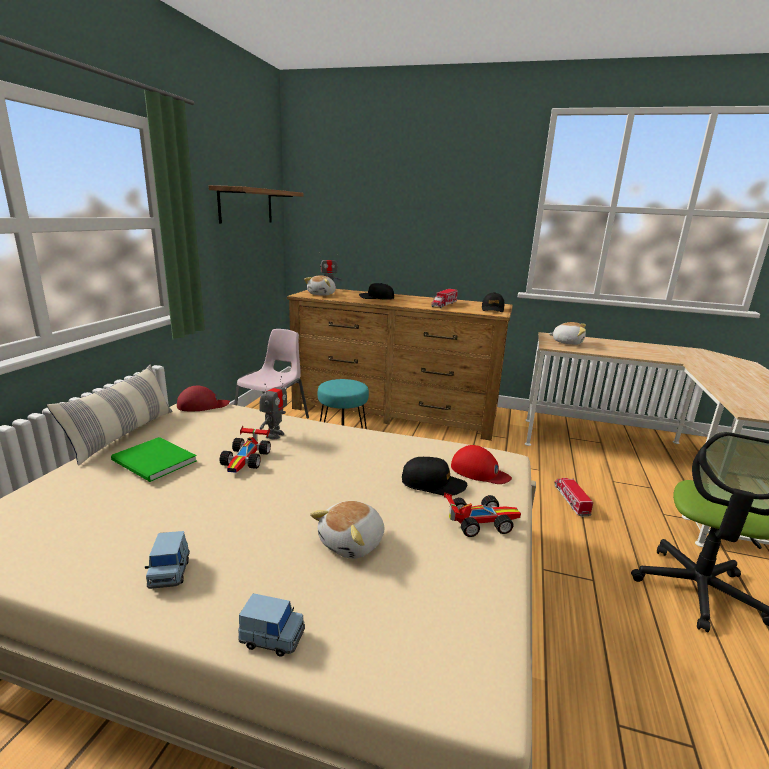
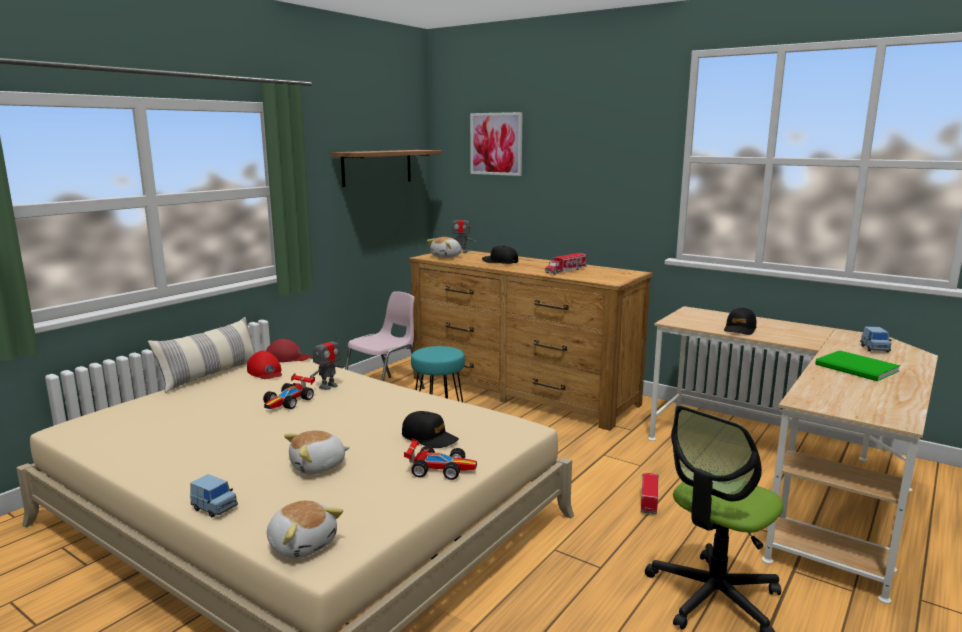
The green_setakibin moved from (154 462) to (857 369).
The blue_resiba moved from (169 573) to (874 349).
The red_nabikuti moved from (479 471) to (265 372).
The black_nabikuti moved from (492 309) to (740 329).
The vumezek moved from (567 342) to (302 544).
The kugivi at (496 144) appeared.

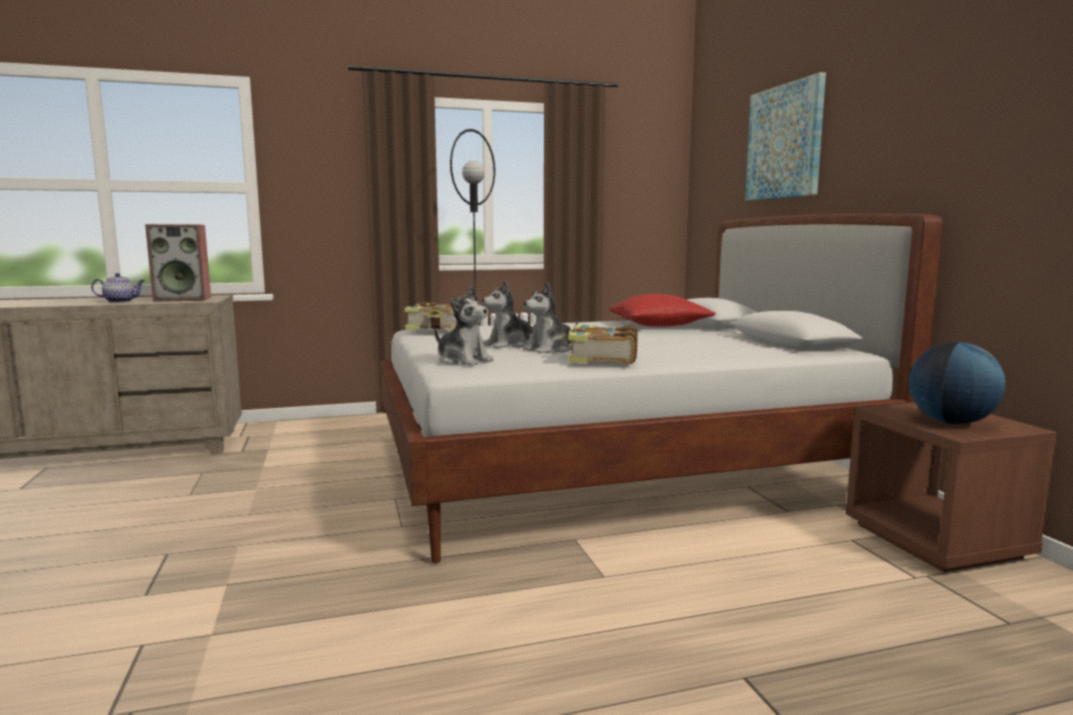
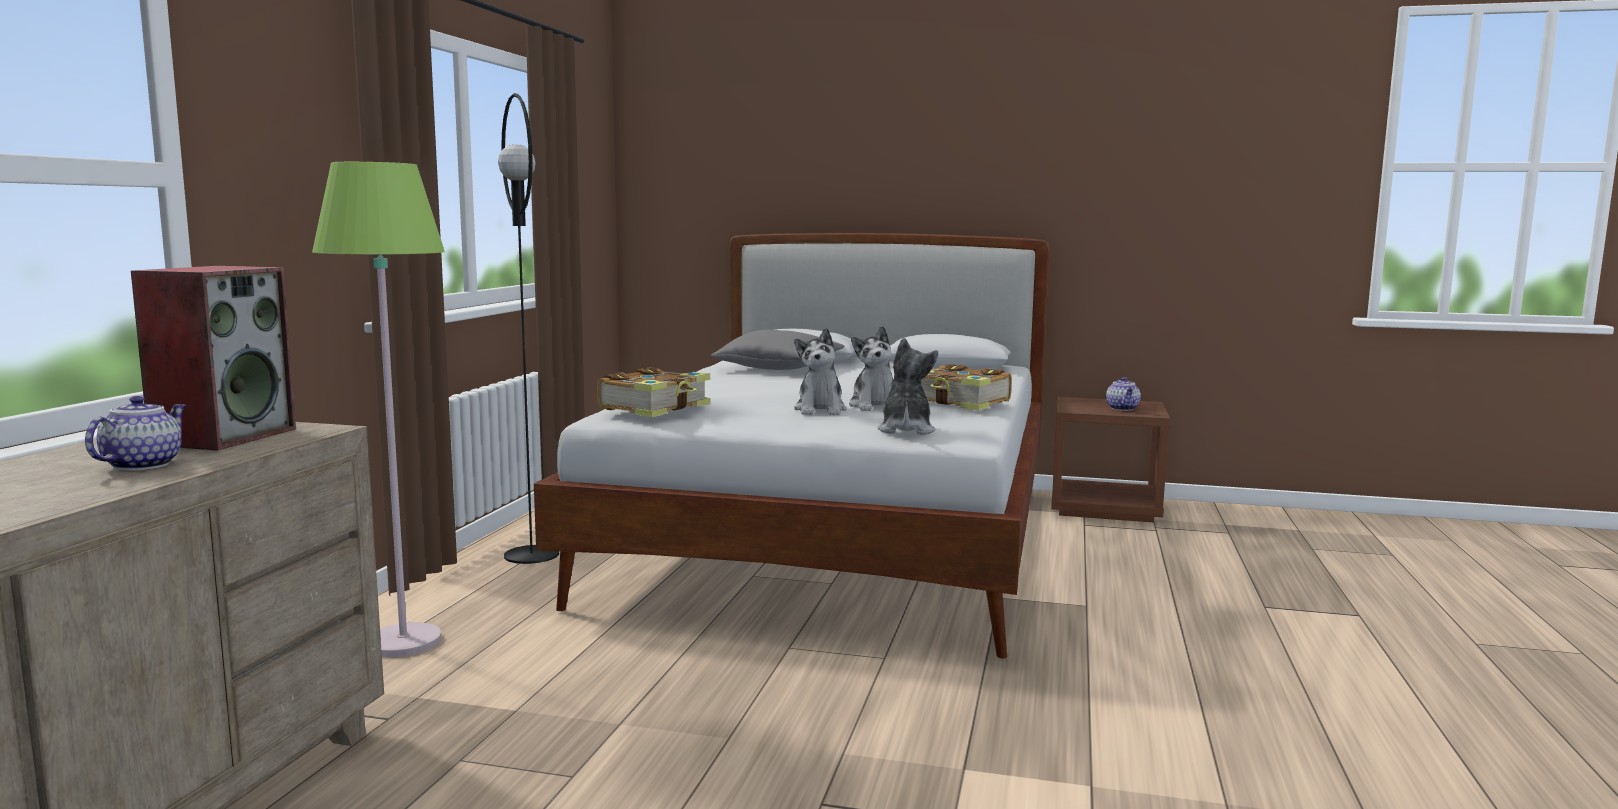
The vumezek at (463 361) turned 60 degrees counterclockwise.
The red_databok at (659 325) became the grey_databok at (779 368).
The kugivi at (785 142) disappeared.
The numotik at (951 422) was replaced by the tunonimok at (1123 408).
The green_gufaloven at (404 642) appeared.

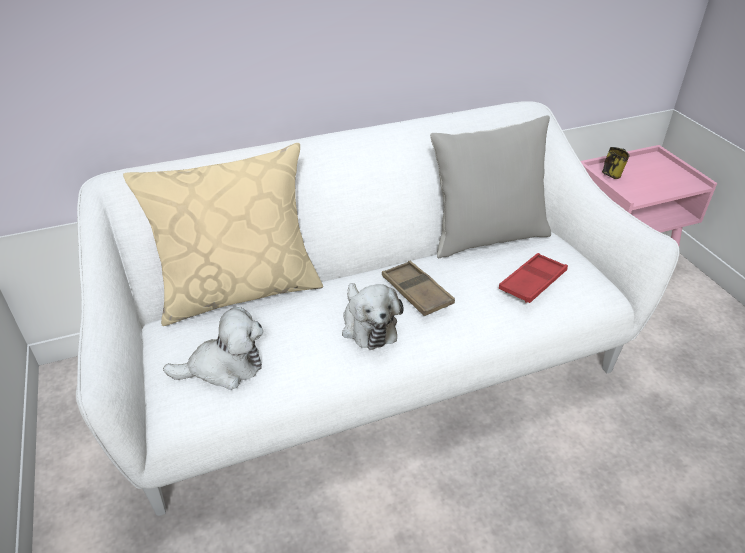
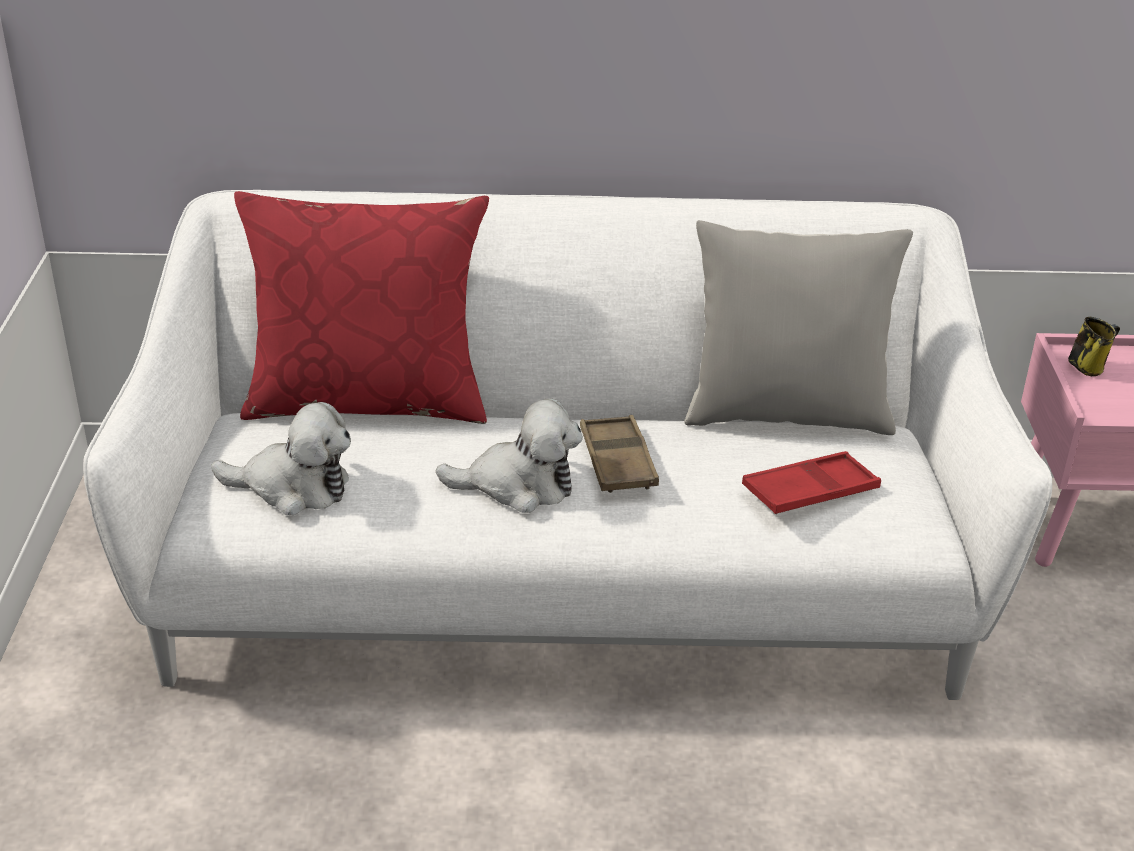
The beige_databok at (240 290) became the red_databok at (368 399).
The vumezek at (368 325) turned 90 degrees counterclockwise.

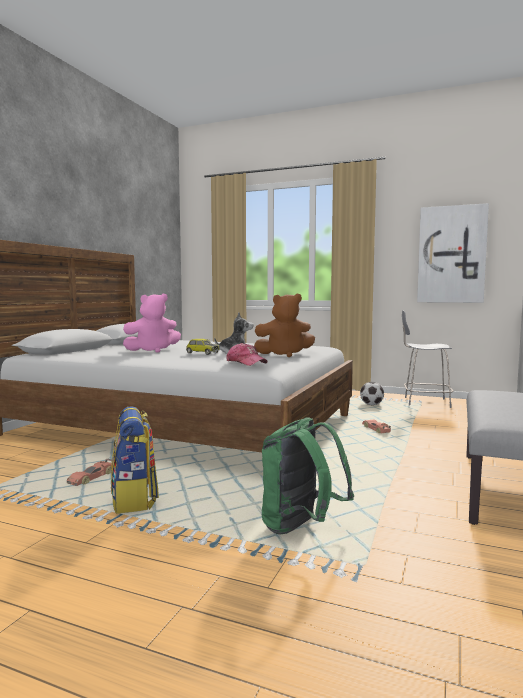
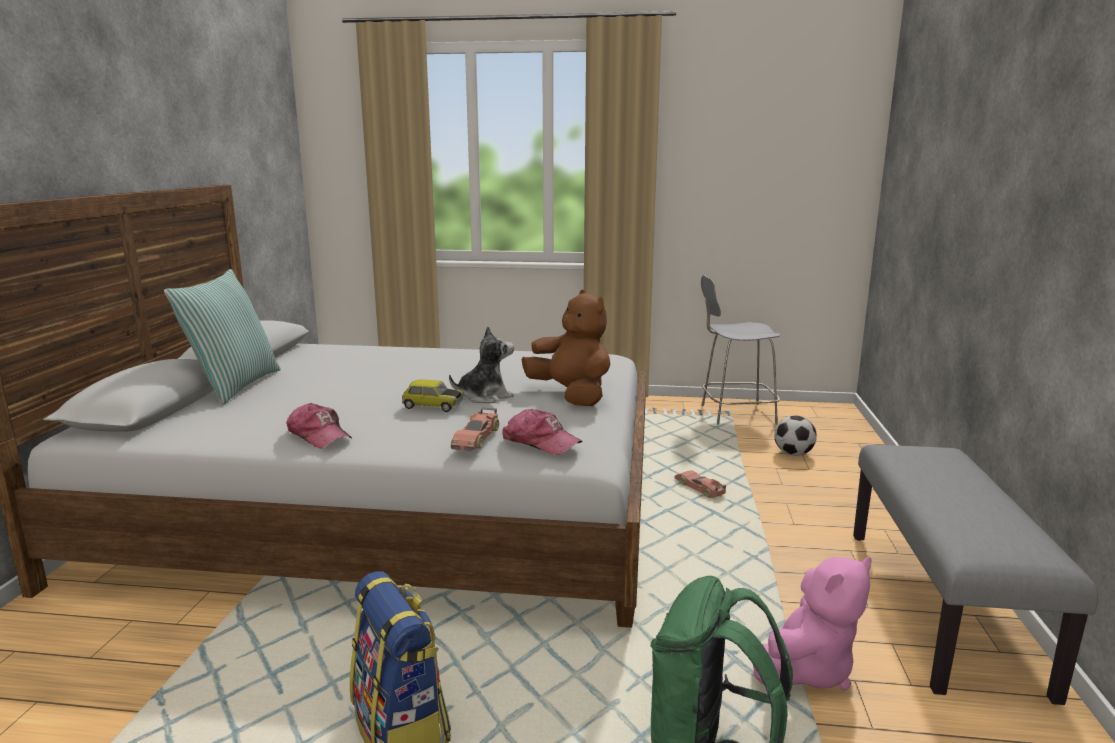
The resiba moved from (92 478) to (476 438).
The pink_vumezek moved from (153 350) to (807 669).
The brown_vumezek at (284 354) turned 105 degrees counterclockwise.
The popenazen moved from (371 405) to (793 454).
The kugivi at (451 254) disappeared.
The databok at (234 386) appeared.
The nabikuti at (319 436) appeared.

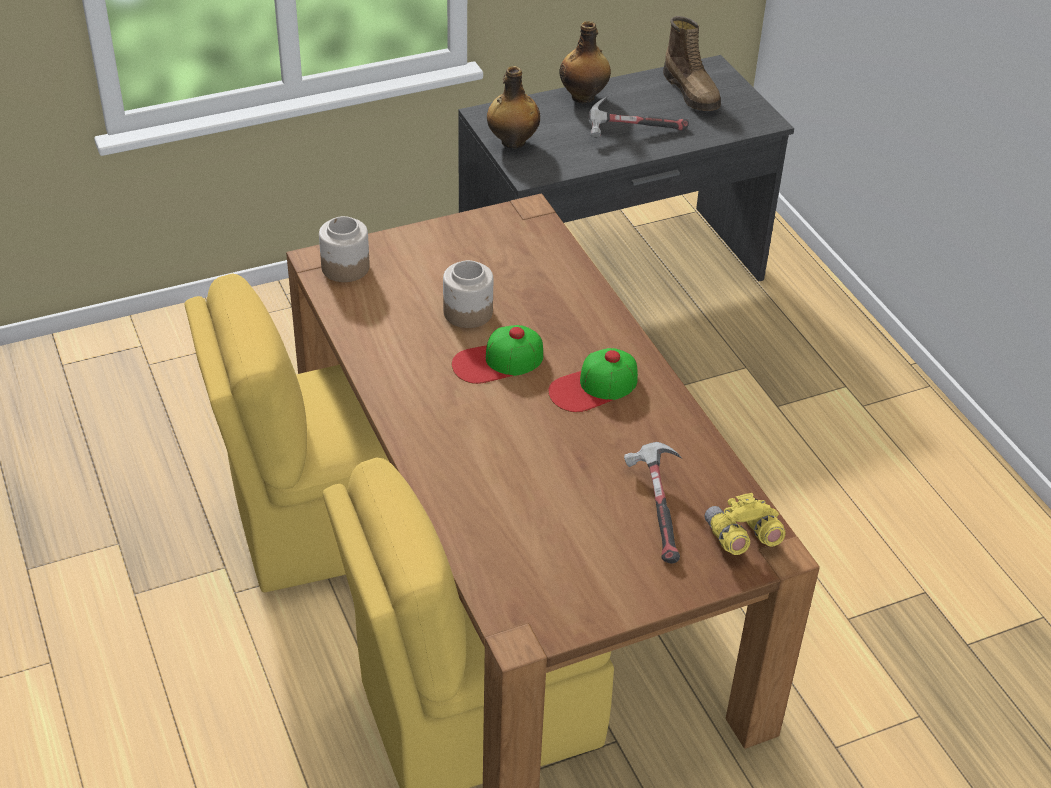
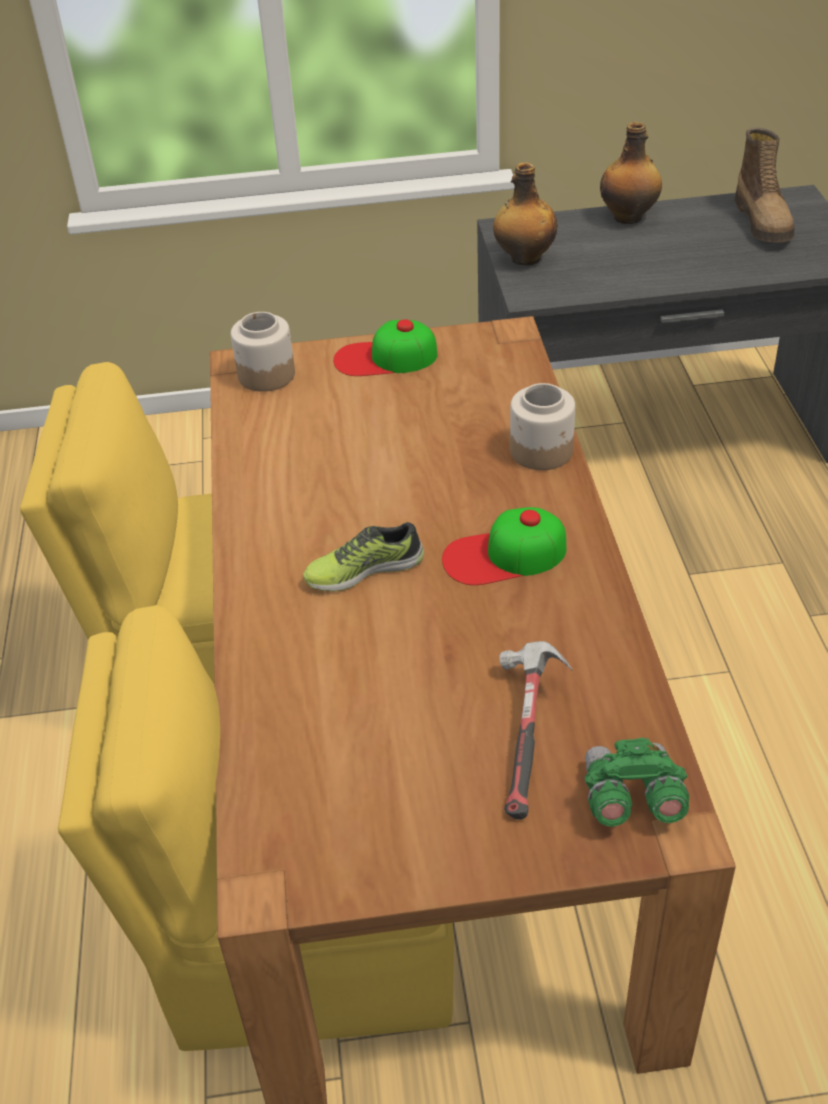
The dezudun moved from (468 312) to (542 451).
The nabikuti moved from (498 361) to (385 358).
The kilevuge at (633 131) disappeared.
The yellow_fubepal at (741 538) became the green_fubepal at (630 799).
The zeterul at (364 569) appeared.

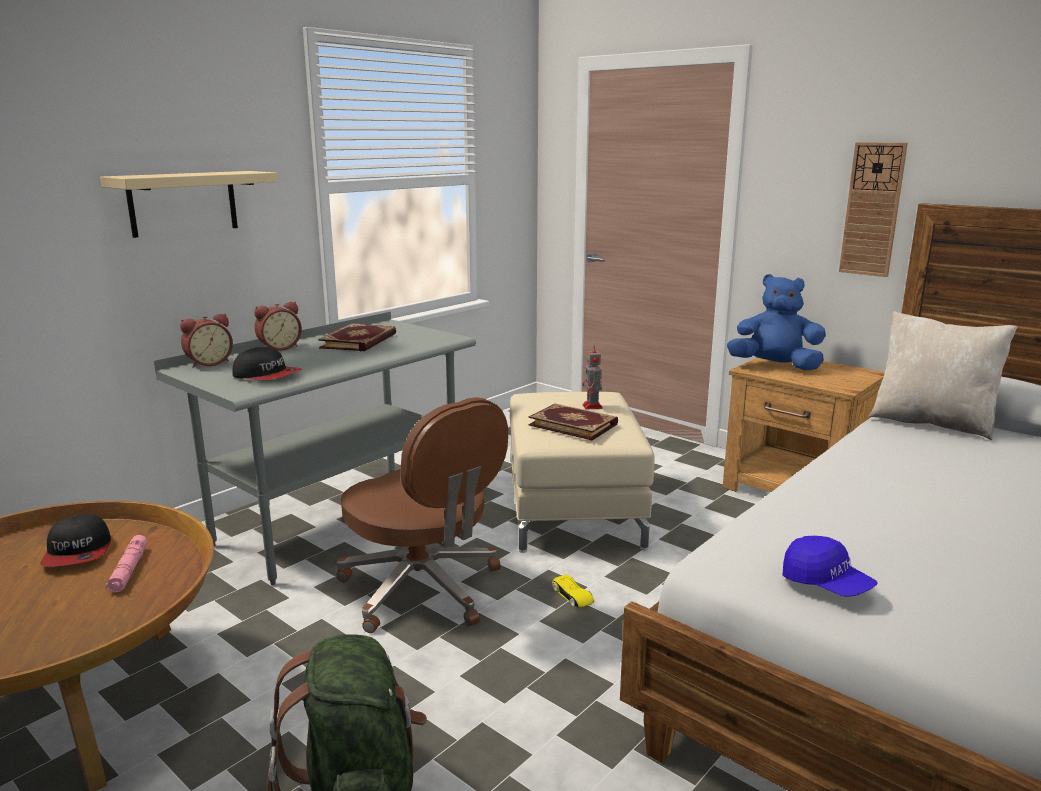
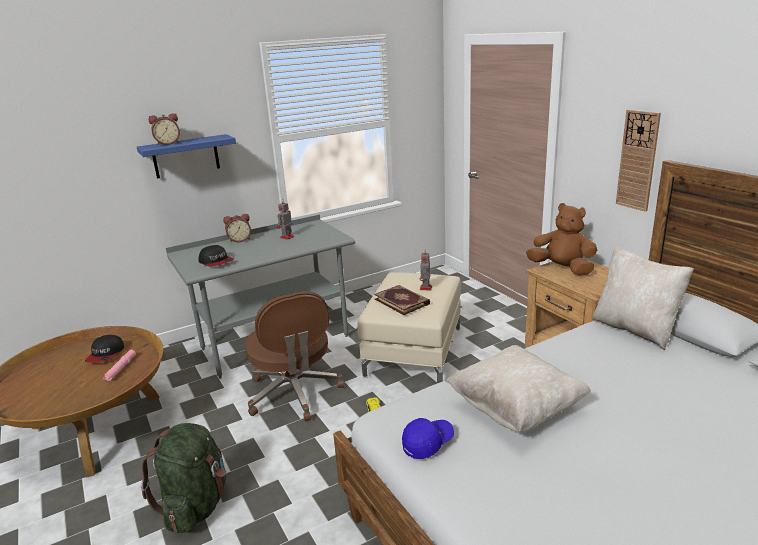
The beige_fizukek at (183 203) became the blue_fizukek at (186 156).
The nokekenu moved from (208 363) to (168 143).
The setakibin at (360 341) was replaced by the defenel at (286 237).
The blue_vumezek at (774 366) became the brown_vumezek at (562 269).
The blue_nabikuti at (826 584) turned 105 degrees counterclockwise.
The beige_databok at (515 409) appeared.

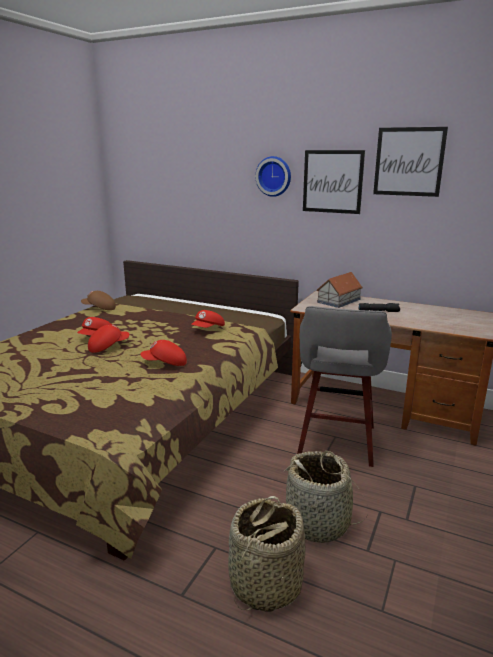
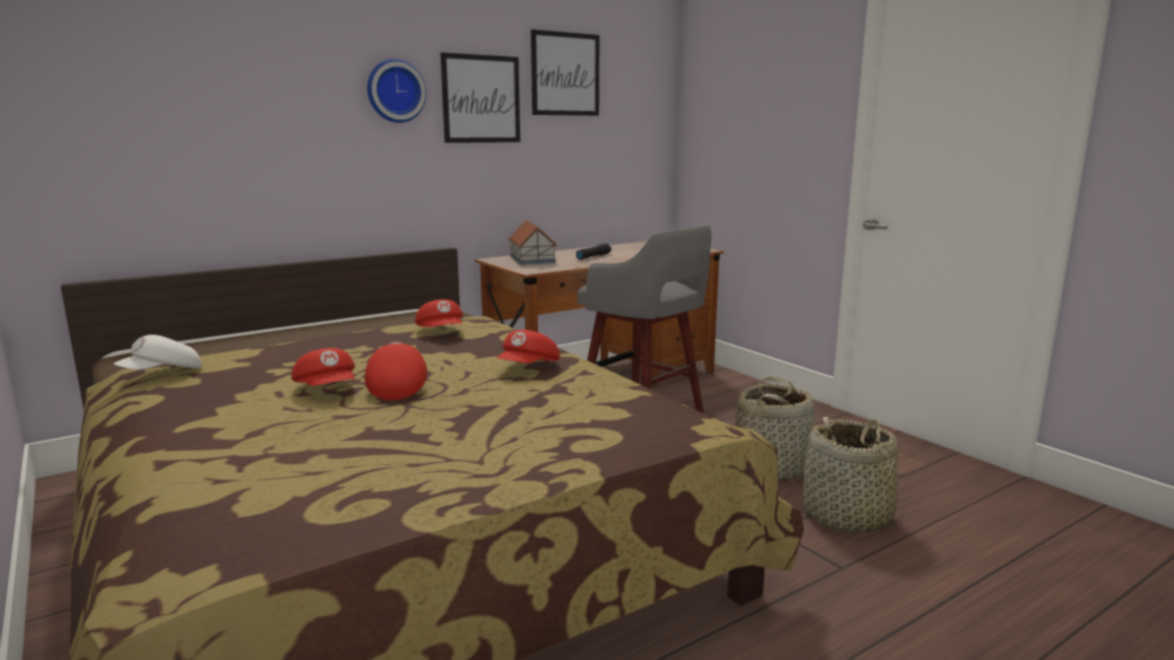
The brown_nabikuti at (99 308) became the white_nabikuti at (162 374).

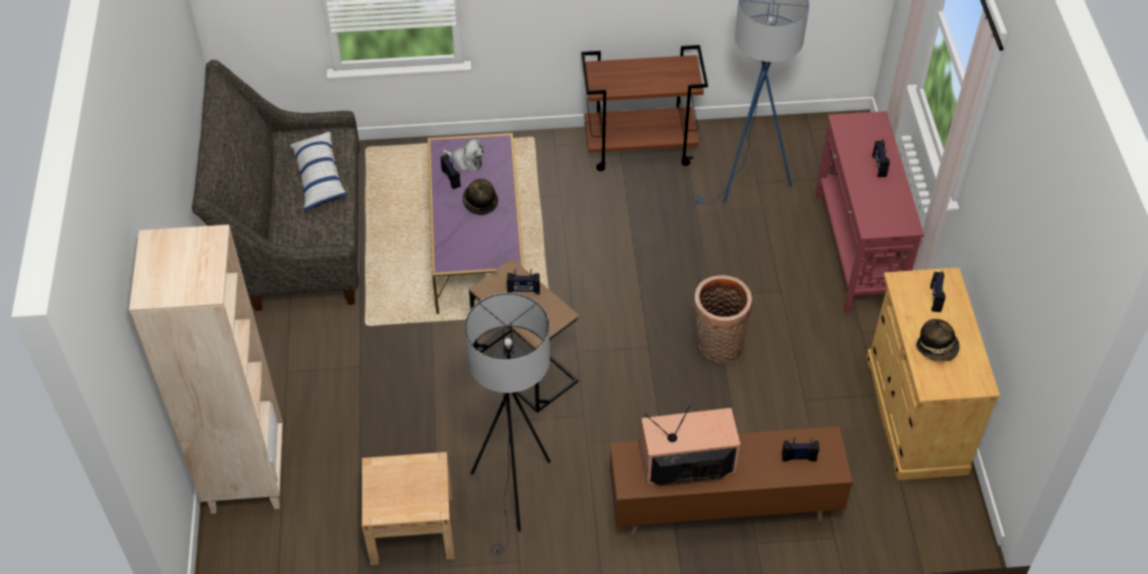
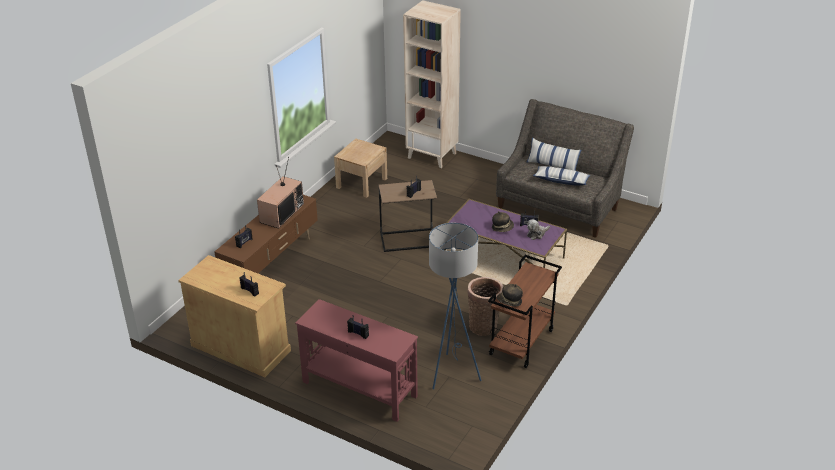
The grey_gufaloven at (515 494) disappeared.
The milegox moved from (717 346) to (484 325).
The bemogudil moved from (937 348) to (509 302).
The databok at (552 165) appeared.

